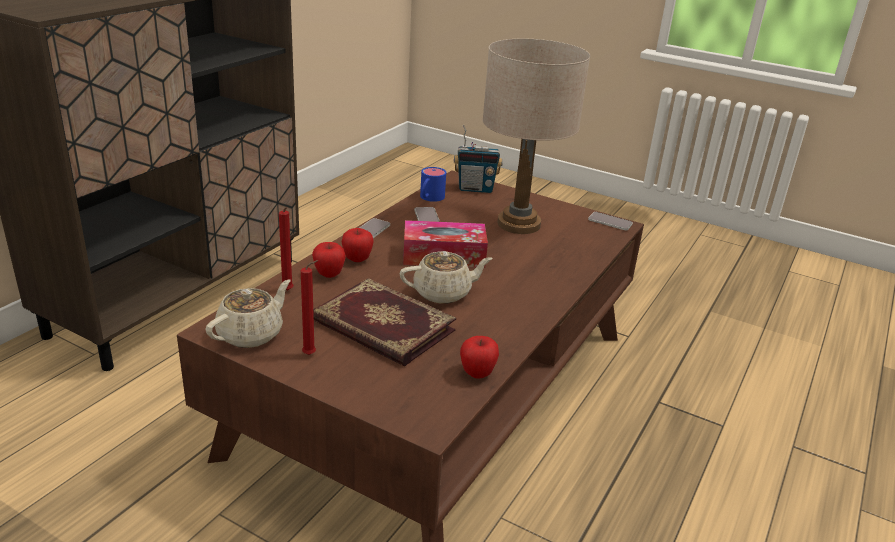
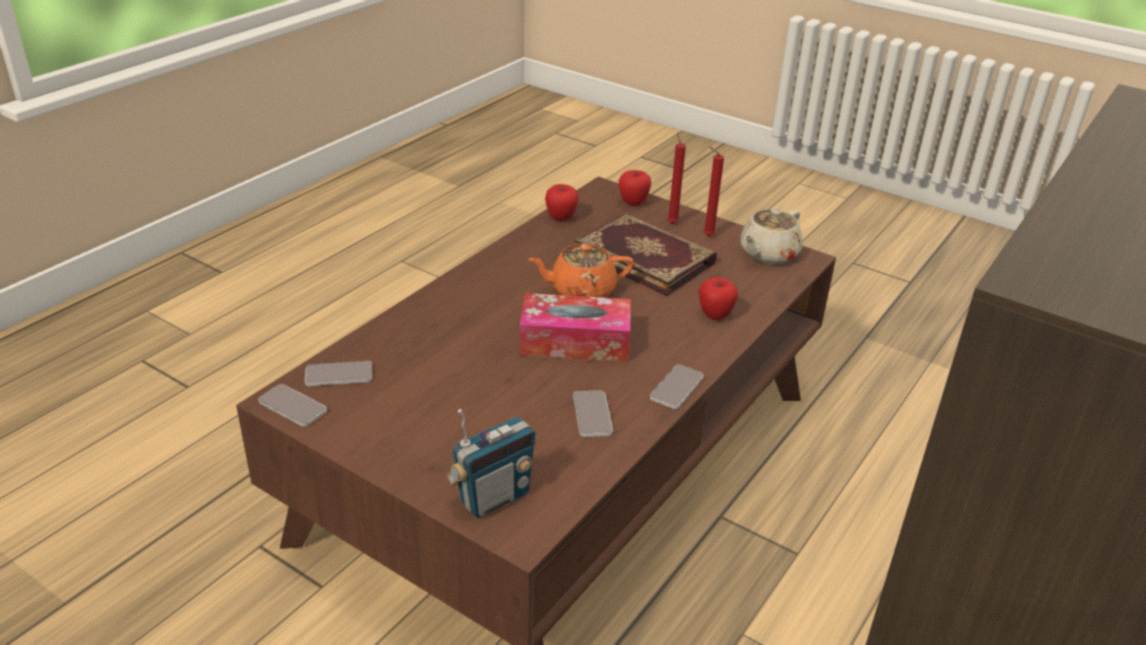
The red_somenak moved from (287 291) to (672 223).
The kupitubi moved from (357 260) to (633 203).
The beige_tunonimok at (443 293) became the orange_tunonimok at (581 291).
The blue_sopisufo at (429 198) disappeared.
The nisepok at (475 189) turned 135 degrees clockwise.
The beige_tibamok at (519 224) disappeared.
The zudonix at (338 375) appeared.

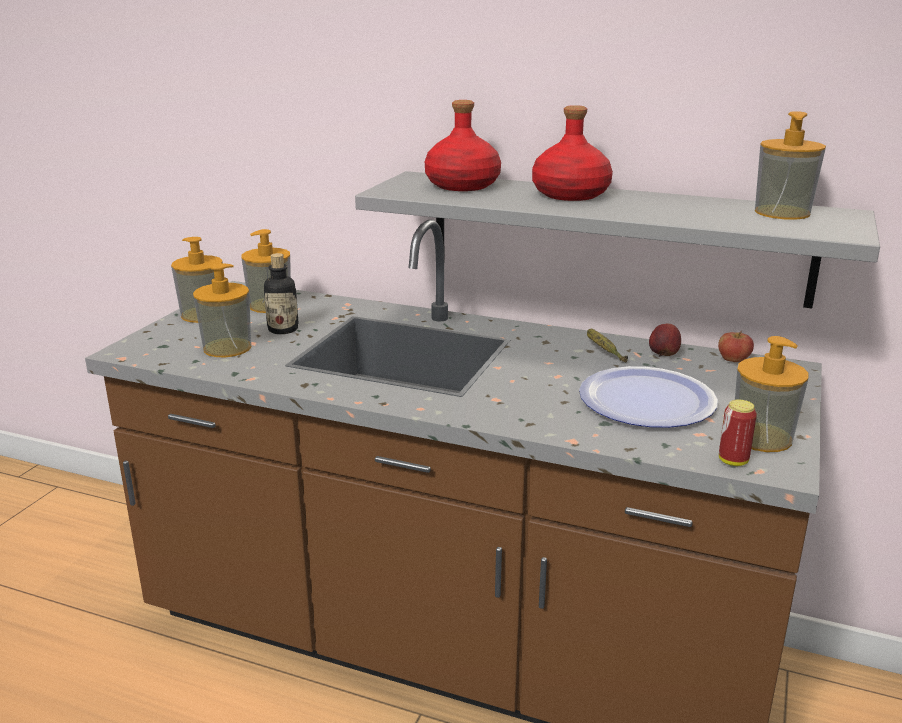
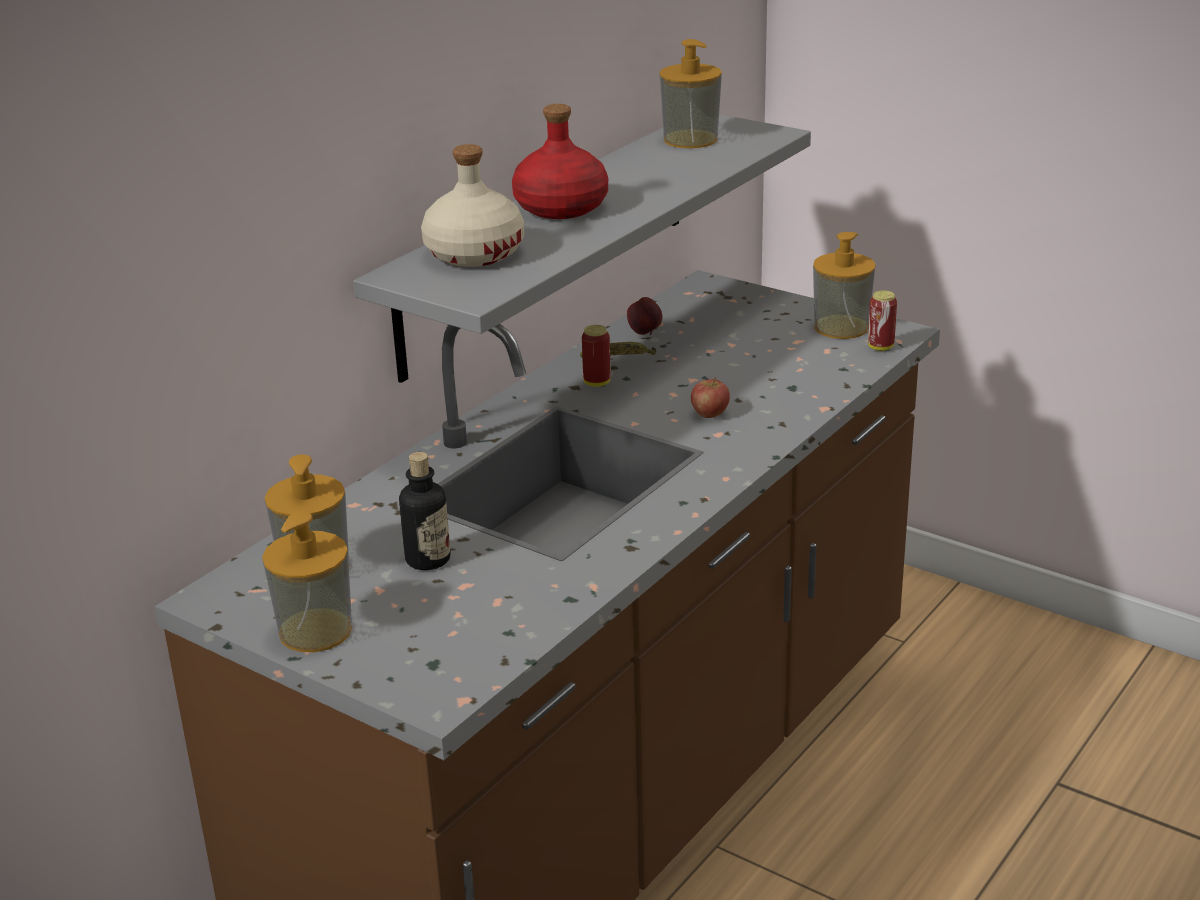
The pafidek at (227 348) disappeared.
The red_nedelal at (463 185) became the beige_nedelal at (473 253).
The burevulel at (647 400) disappeared.
The kupitubi moved from (733 360) to (709 414).
The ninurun at (597 383) appeared.

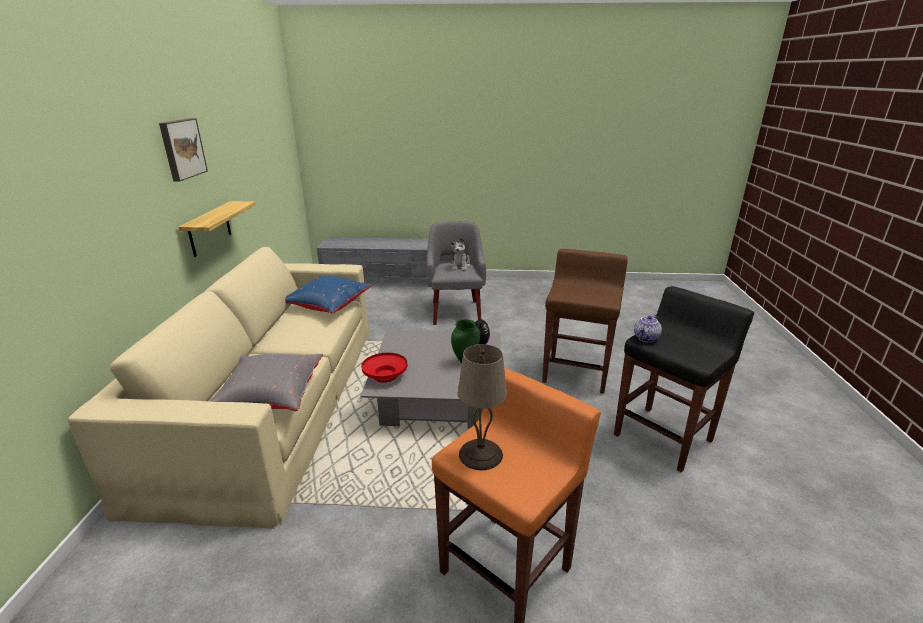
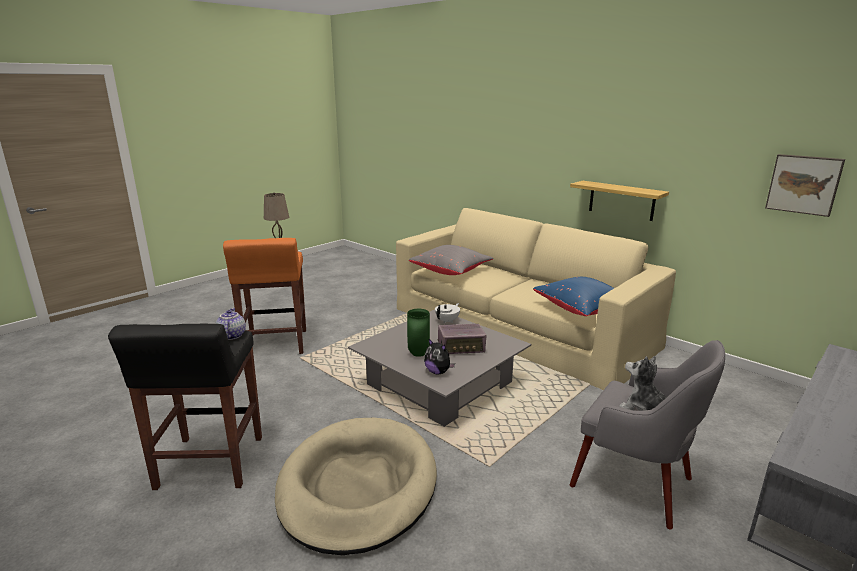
The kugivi moved from (181 149) to (804 184).
The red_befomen at (385 376) was replaced by the white_tunonimok at (447 321).
The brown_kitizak at (576 372) was replaced by the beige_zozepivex at (358 486).
The nisepok at (461 348) appeared.

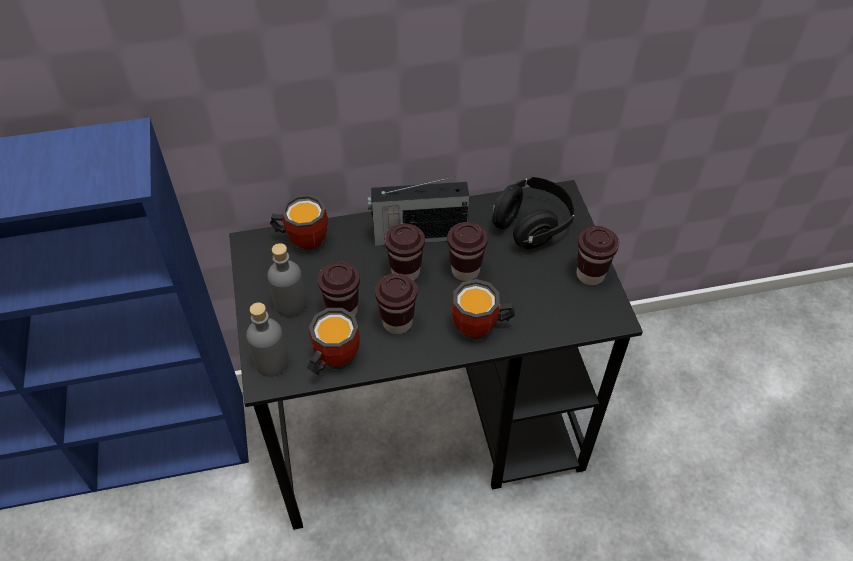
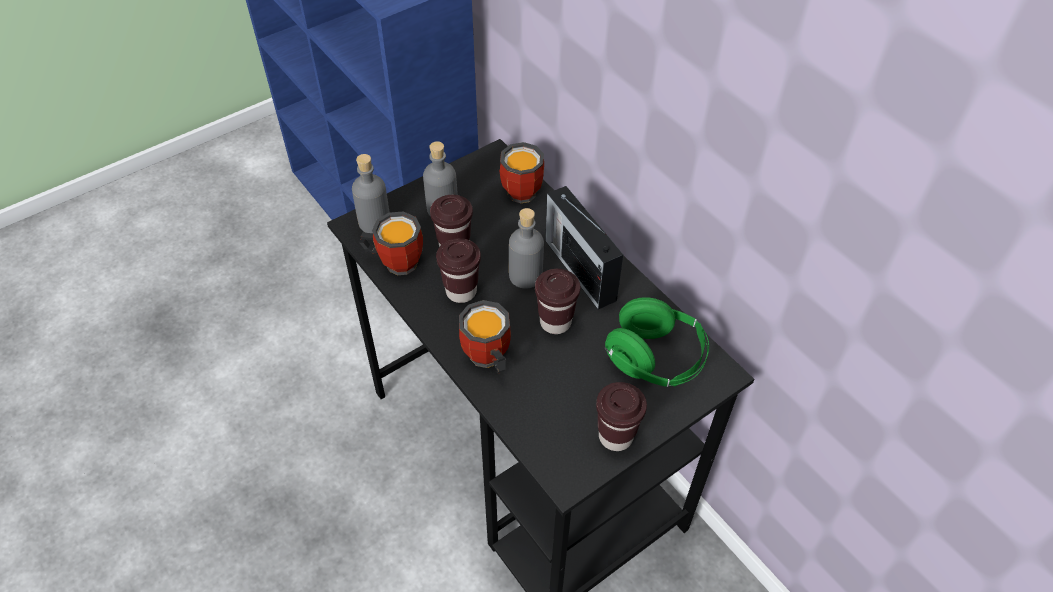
The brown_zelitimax at (405 272) was replaced by the grey_nedelal at (525 275).
The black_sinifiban at (532 225) became the green_sinifiban at (655 359).

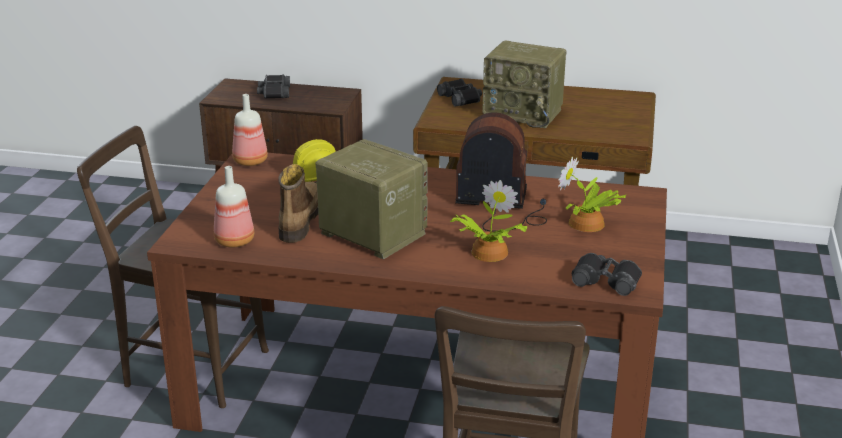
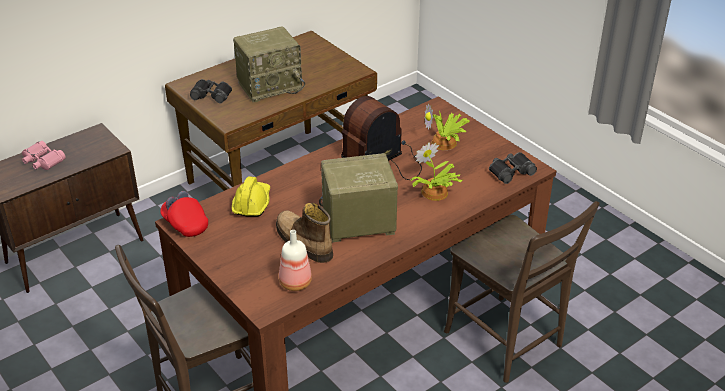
The nedelal at (249 162) was replaced by the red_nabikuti at (185 224).
The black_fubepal at (274 92) became the pink_fubepal at (42 161).

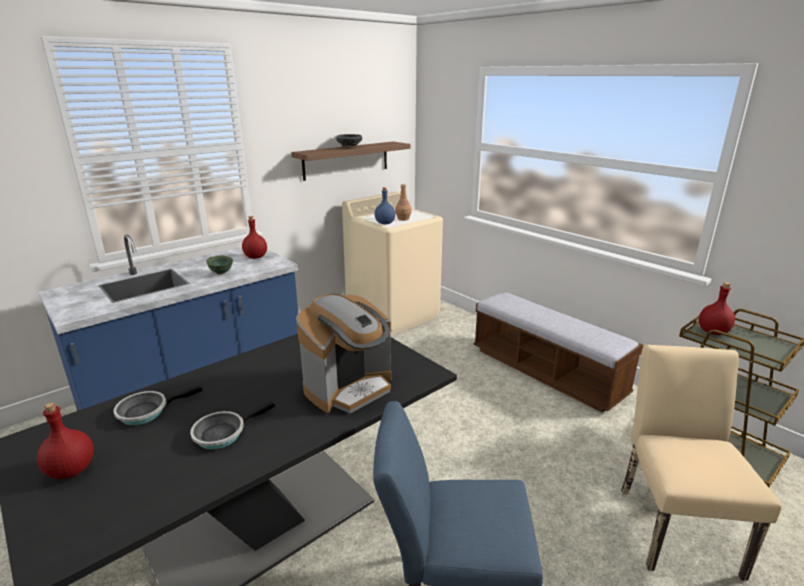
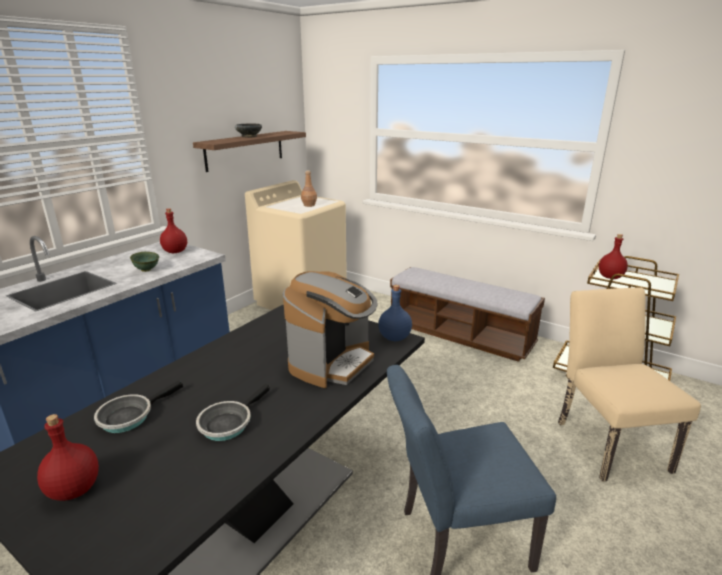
The blue_nedelal moved from (384 223) to (394 338).

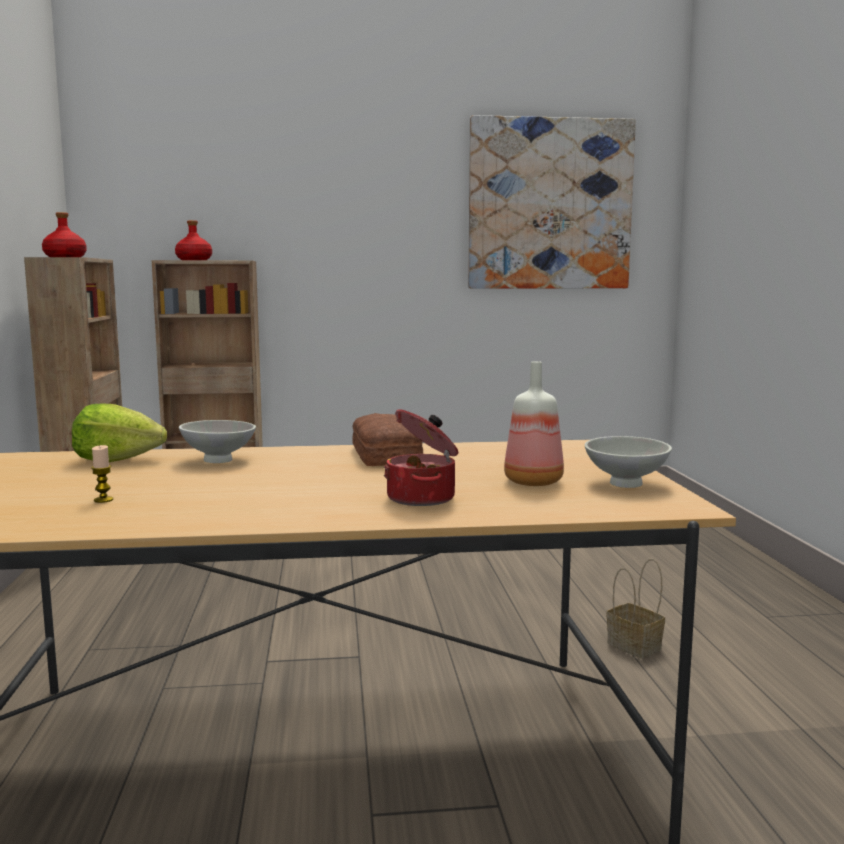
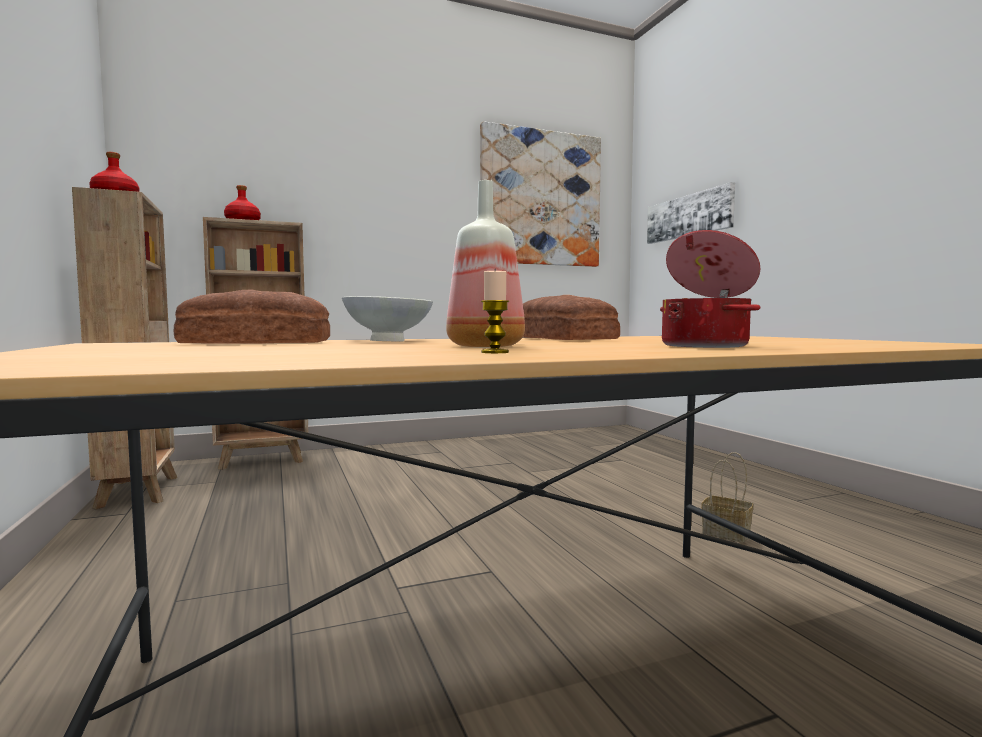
The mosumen at (117 459) was replaced by the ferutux at (257 342).
The somenak moved from (103 500) to (495 352).
The nedelal moved from (532 481) to (483 346).
The white_befomen at (628 484) disappeared.
The kugivi at (689 216) appeared.

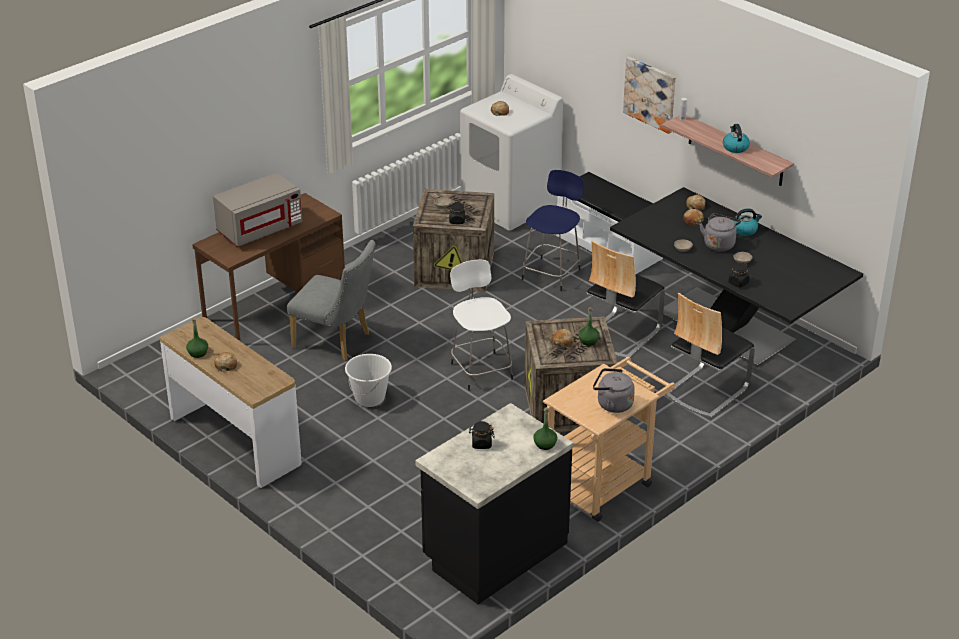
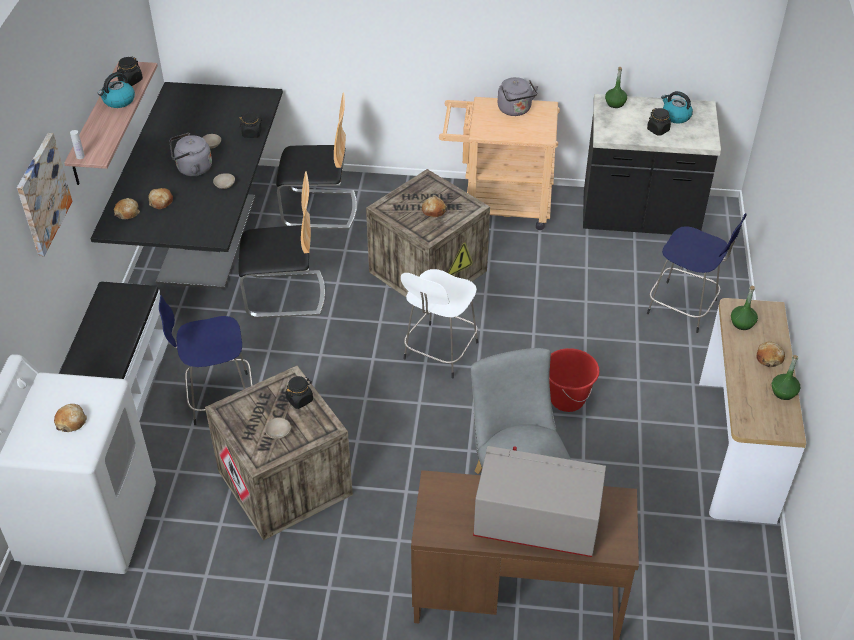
The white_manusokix at (370 398) became the red_manusokix at (567 399).
The green_nedelal moved from (588 341) to (742 323).
The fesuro moved from (744 230) to (675 116).
The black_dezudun at (130 81) appeared.
The blue_kitizak at (684 308) appeared.

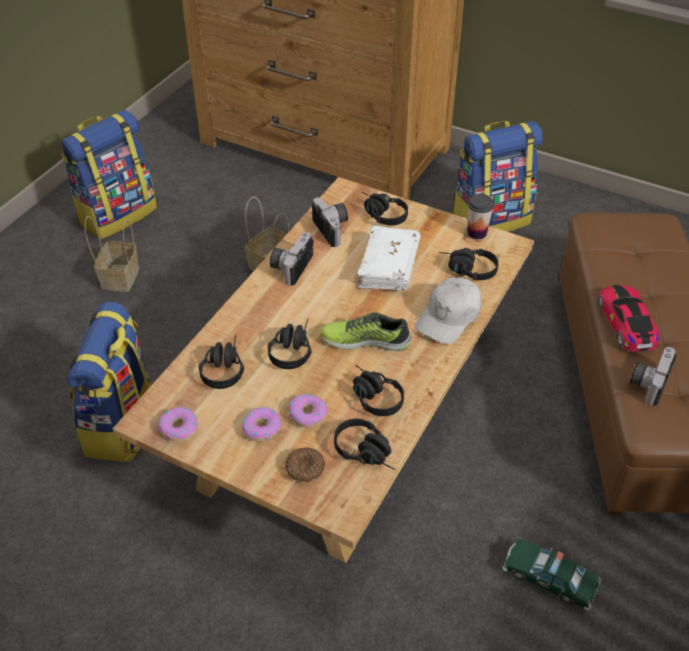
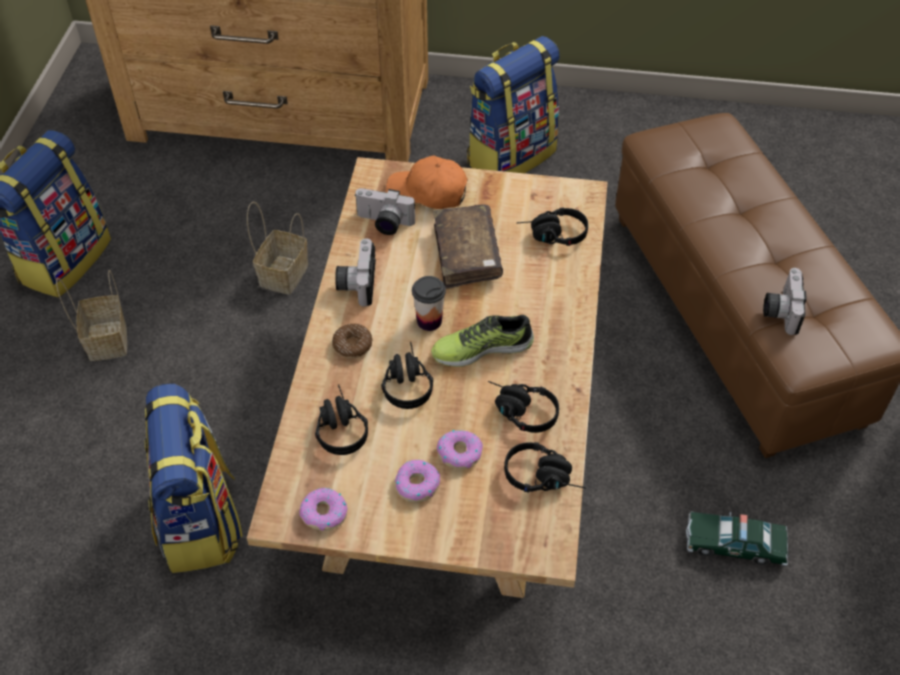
The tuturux moved from (305 468) to (352 345).
The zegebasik at (334 229) turned 150 degrees clockwise.
The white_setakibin at (389 267) became the brown_setakibin at (467 254).
The black_sinifiban at (380 214) was replaced by the orange_nabikuti at (428 192).
The white_nabikuti at (449 317) disappeared.
The zelitimax moved from (477 233) to (429 321).
The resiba at (626 323) disappeared.

